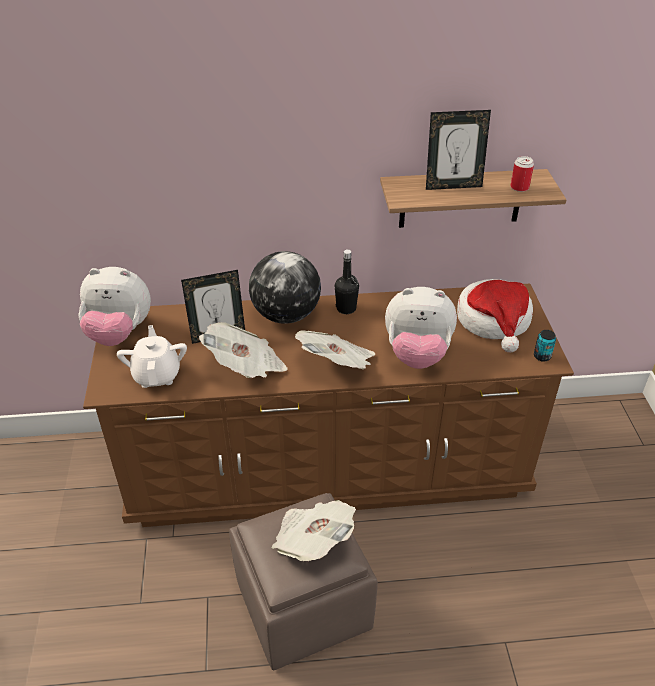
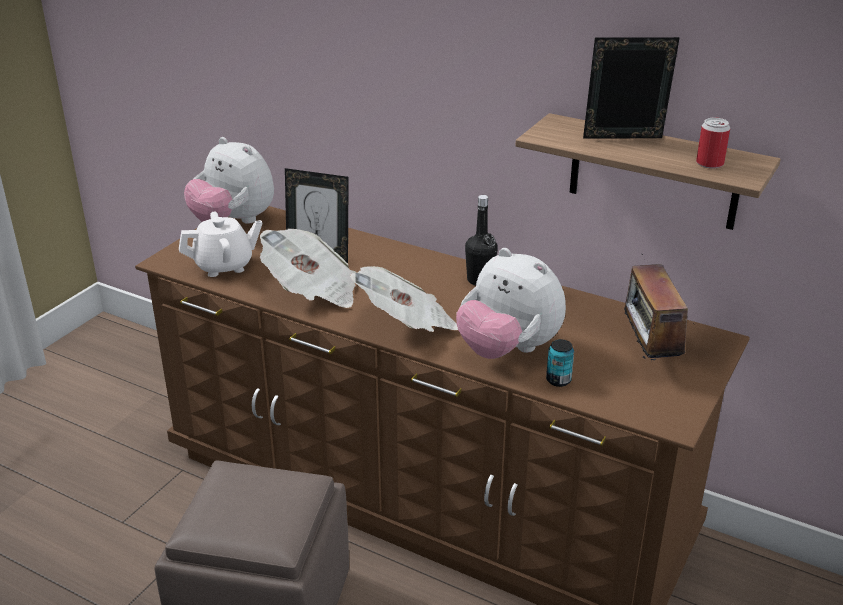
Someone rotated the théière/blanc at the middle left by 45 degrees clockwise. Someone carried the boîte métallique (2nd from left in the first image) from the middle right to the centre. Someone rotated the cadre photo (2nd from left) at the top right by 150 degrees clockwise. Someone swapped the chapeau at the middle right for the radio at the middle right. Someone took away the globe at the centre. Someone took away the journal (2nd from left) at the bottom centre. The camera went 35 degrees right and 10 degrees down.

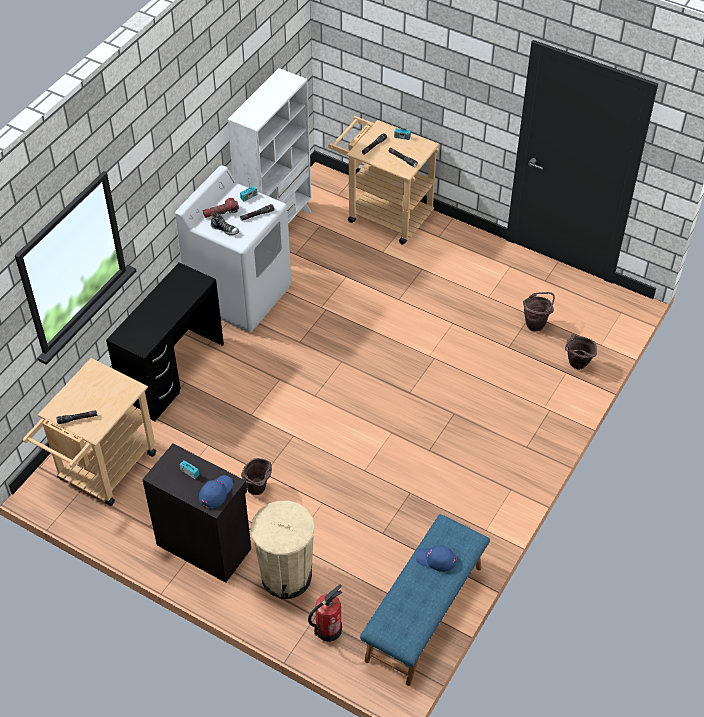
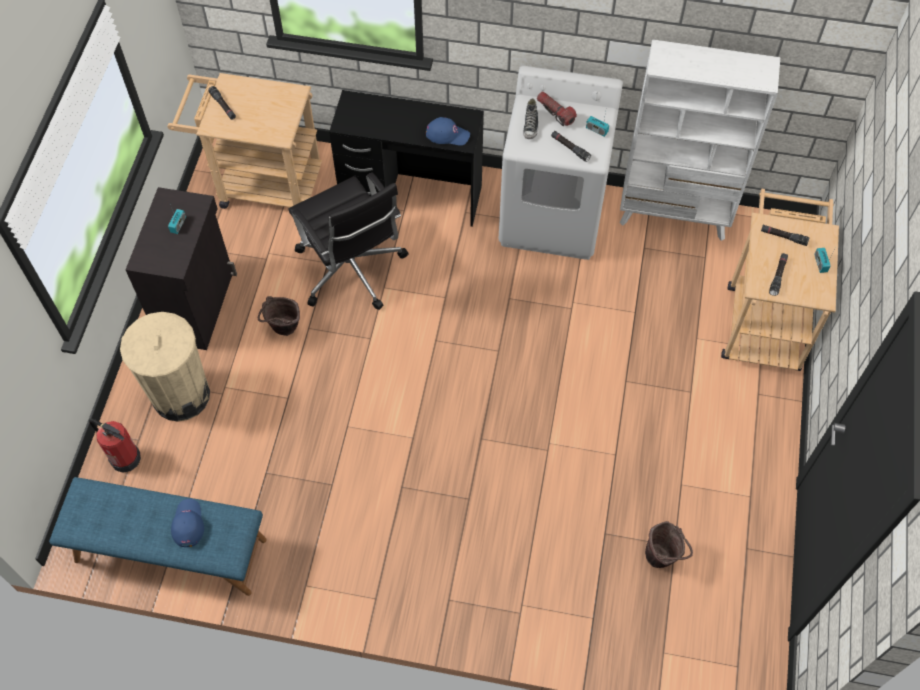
Someone put down the chaise de bureau/noir at the centre. Someone carried the casquette/bleu (1st from left in the first image) from the bottom left to the top centre. Someone took away the seau/marron (3rd from left) at the middle right. The camera went 70 degrees right and 10 degrees up.

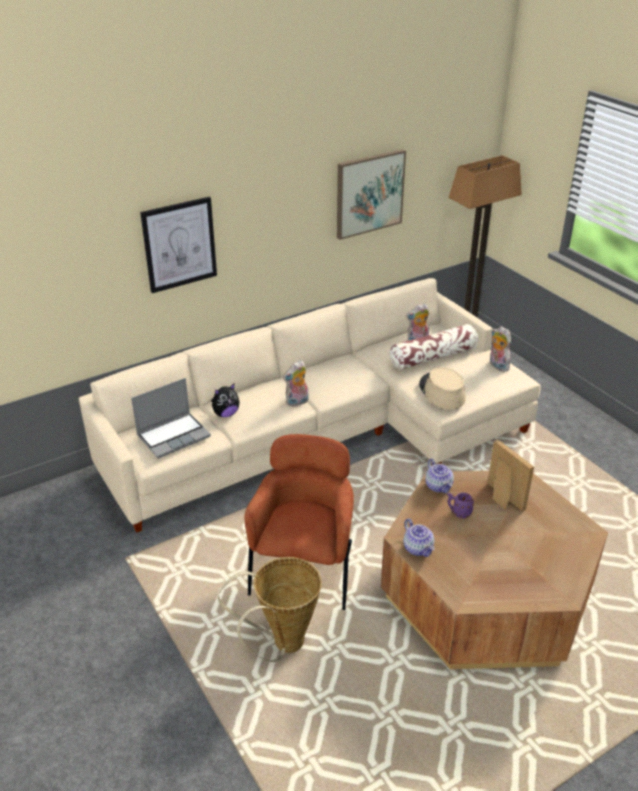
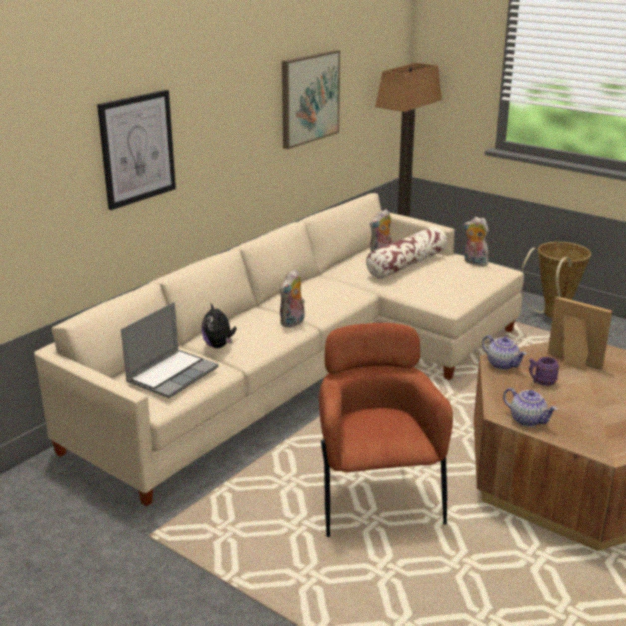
Someone rotated the peluche (1st from left) at the centre by 120 degrees clockwise. Someone carried the panier from the bottom centre to the middle right. Someone took away the chapeau/beige at the middle right. The camera went 20 degrees left and 10 degrees down.

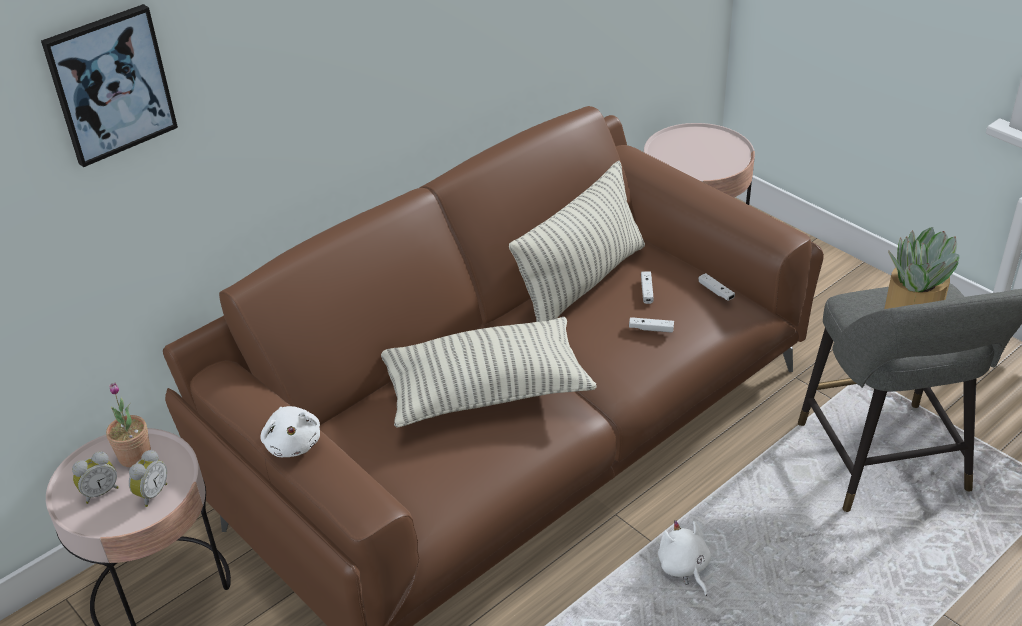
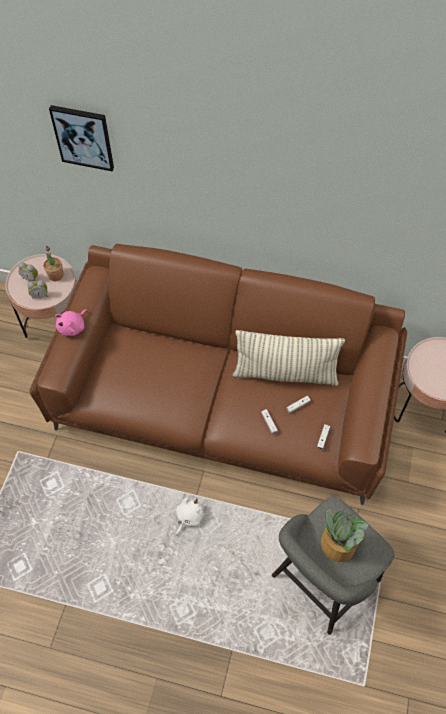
Someone repainted the peluche/blanc (1st from left) at the bottom left, which became the peluche/rose at the middle left. Someone took away the coussin (1st from left) at the centre. The camera went 55 degrees right and 20 degrees up.

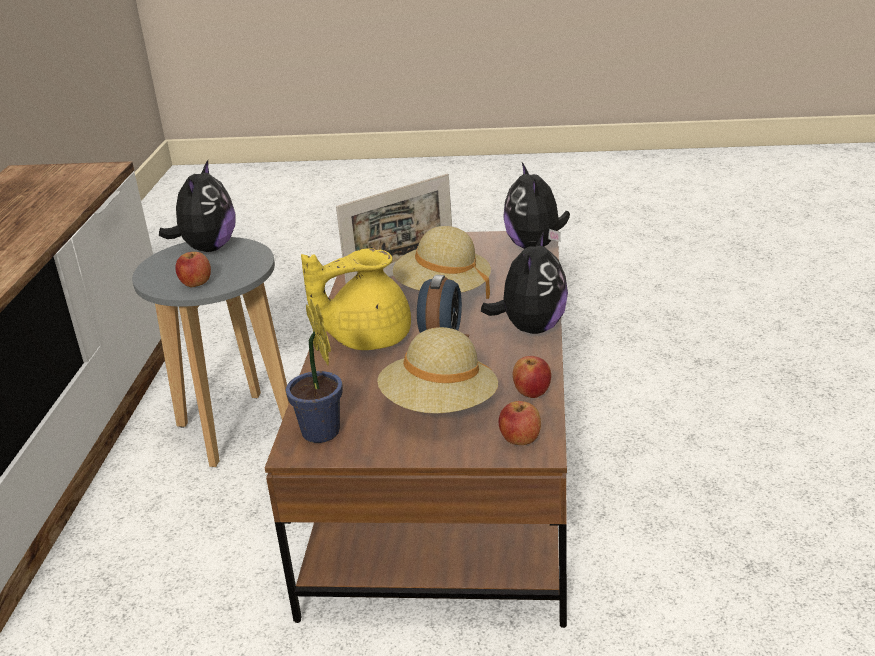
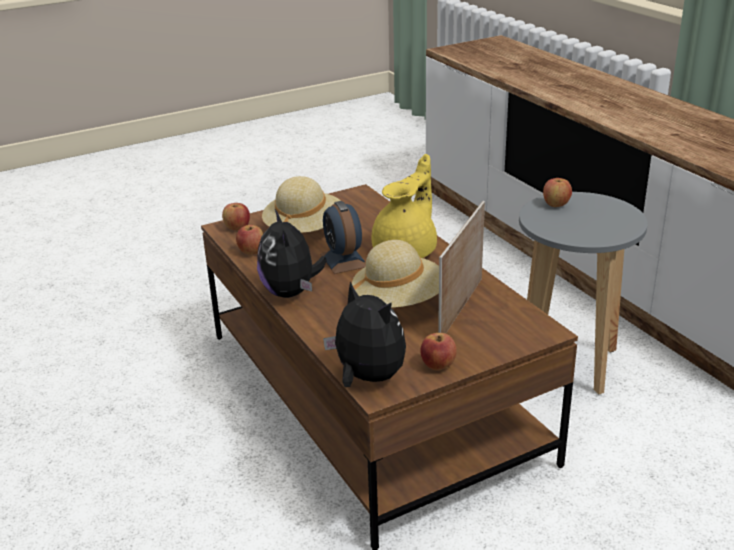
Someone put down the pomme (3rd from left) at the centre. Someone took away the peluche (1st from left) at the top left. Someone took away the plante en pot at the centre. The camera went 145 degrees right and 0 degrees up.

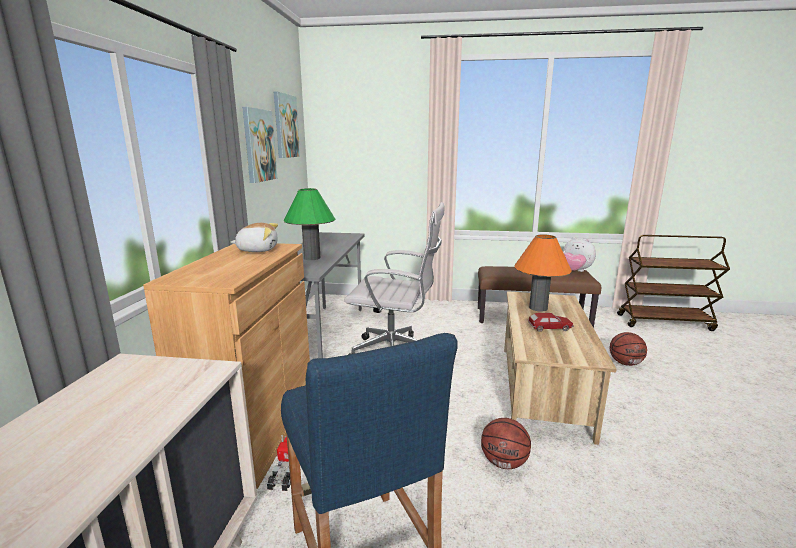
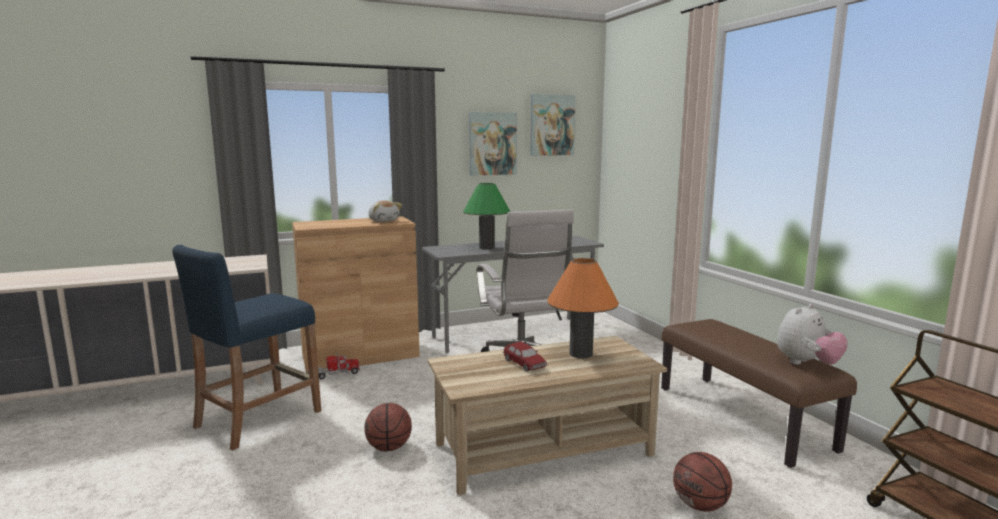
Someone rotated the peluche (2nd from left) at the middle right by 135 degrees counterclockwise. The camera went 60 degrees right and 5 degrees down.

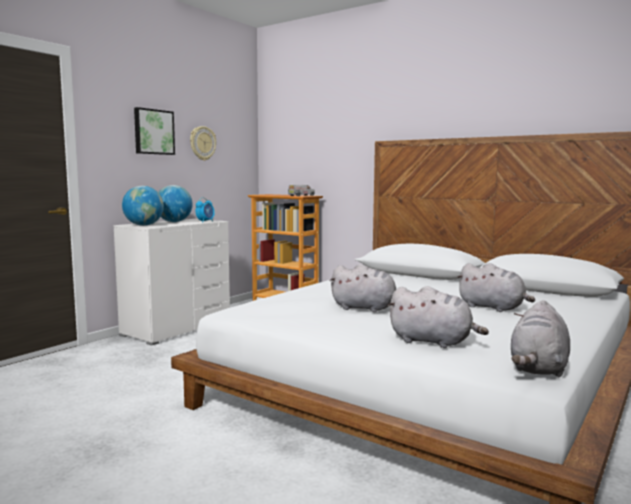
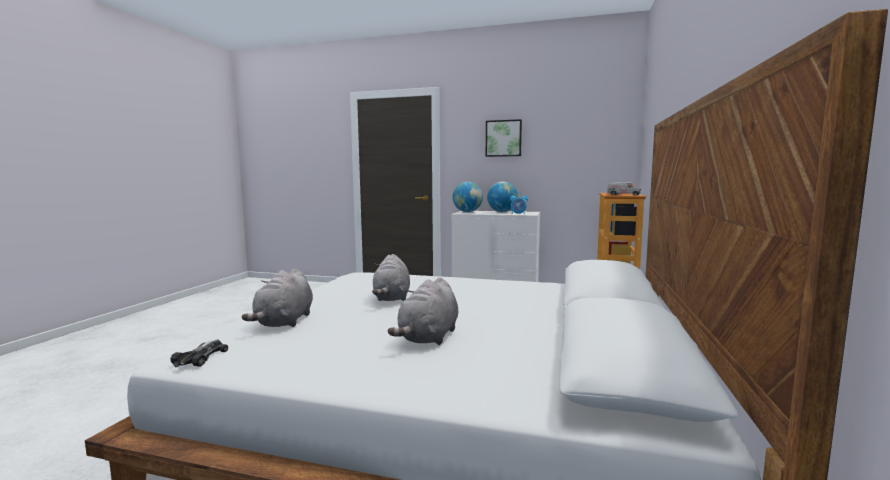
Someone swapped the peluche/gris (4th from left) at the bottom right for the petite voiture at the bottom left. Someone took away the horloge murale at the top left. The camera went 70 degrees right and 0 degrees up.

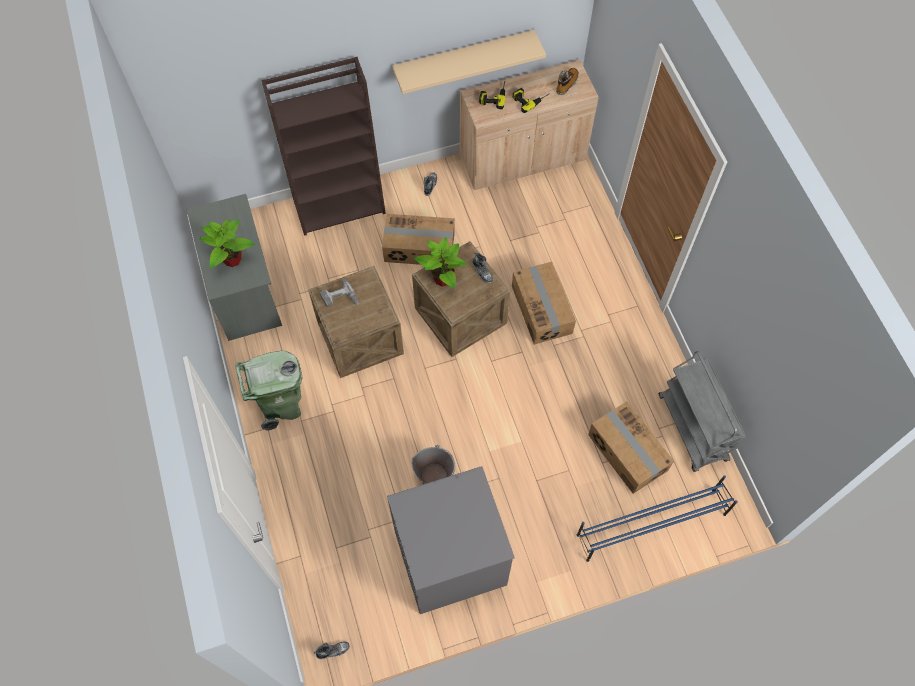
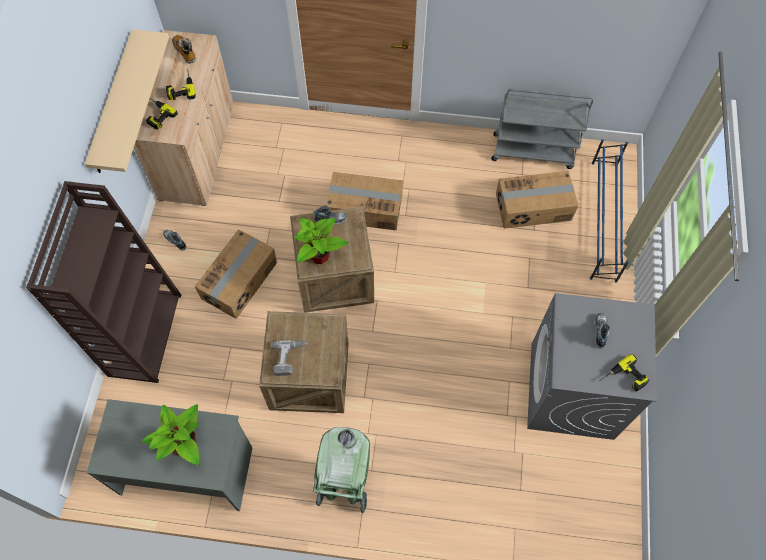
Someone carried the chaussure (1st from left in the first image) from the bottom centre to the middle right. Someone put down the perceuse (4th from left) at the middle right. Someone took away the seau/gris at the bottom centre. The camera went 65 degrees left and 0 degrees up.

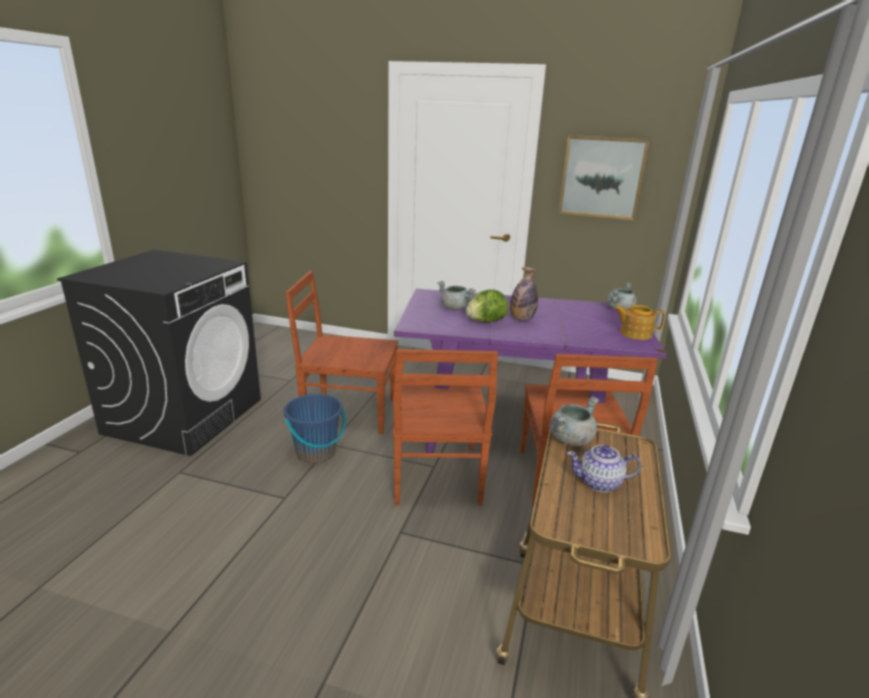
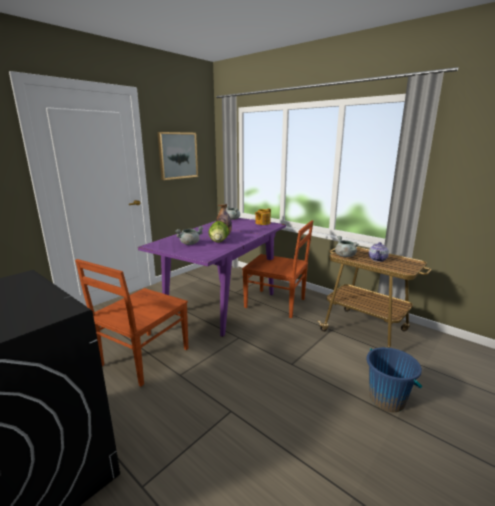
Someone carried the seau/bleu from the centre to the bottom right. Someone took away the chaise/marron (2nd from left) at the centre. The camera went 65 degrees left and 5 degrees down.

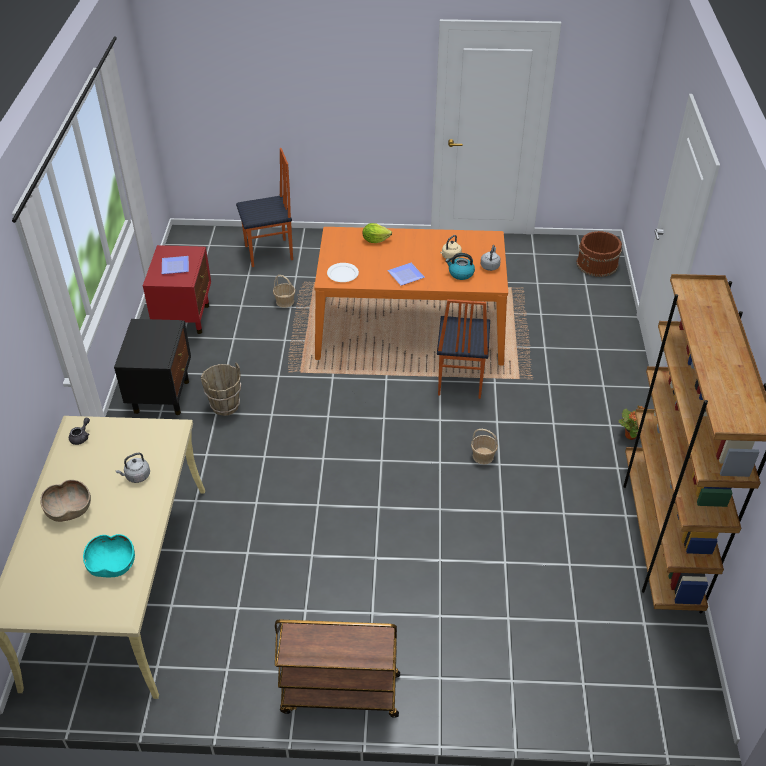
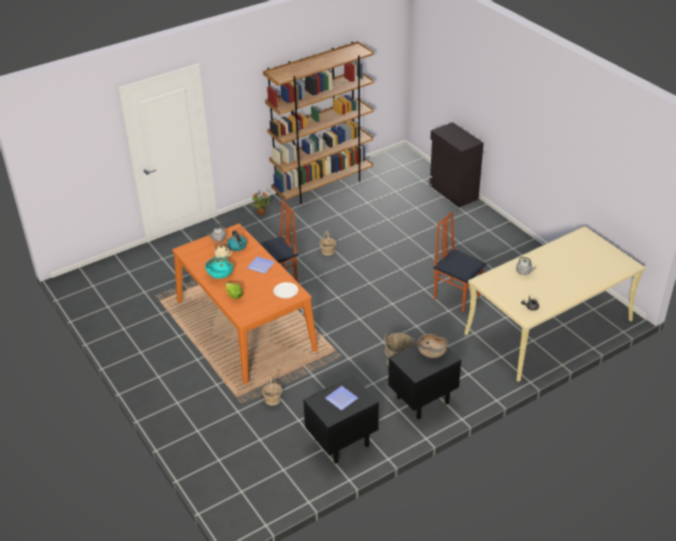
Someone carried the bol/turquoise from the bottom left to the middle left. Someone repainted the table de chevet/rouge at the middle left, which became the table de chevet/noir (1st from left) at the bottom centre. Someone carried the bol/marron from the middle left to the centre. Someone put down the meuble de rangement/noir at the top right. Someone carried the chaise (1st from left in the first image) from the top centre to the middle right. Someone took away the chariot/marron at the bottom centre. Someone took away the seau/marron (2nd from left) at the top right. The camera went 125 degrees left and 5 degrees down.

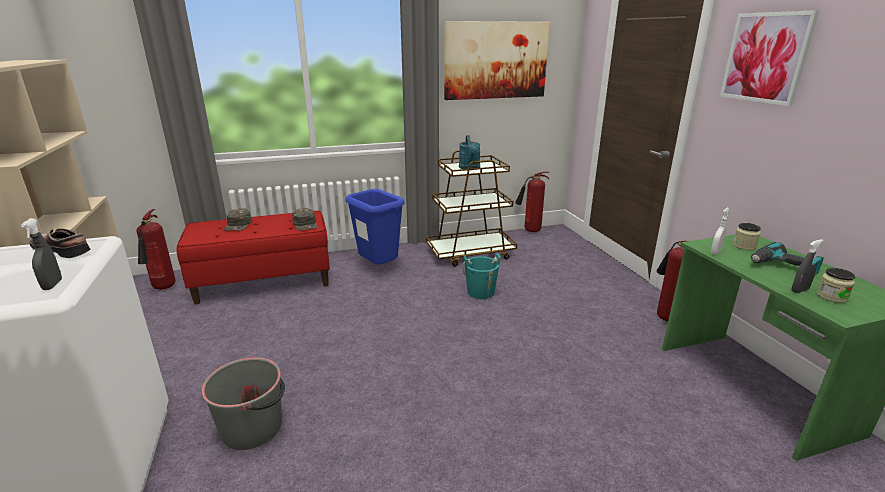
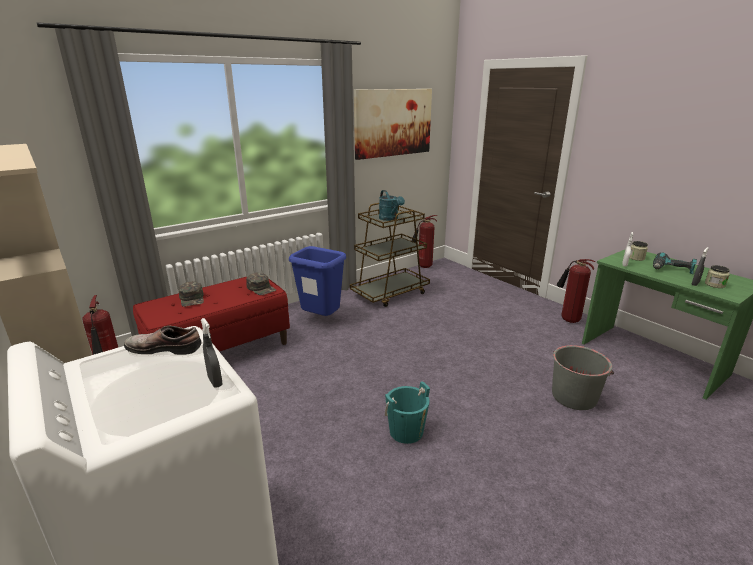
Someone carried the seau/turquoise from the centre to the bottom centre. Someone carried the seau/gris from the bottom left to the bottom right. Someone took away the tableau (2nd from left) at the top right. The camera went 20 degrees left and 0 degrees up.

